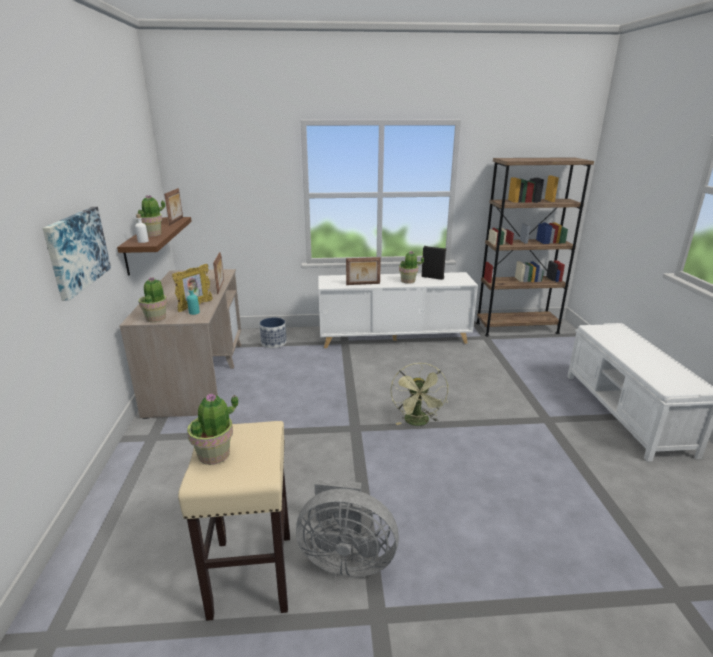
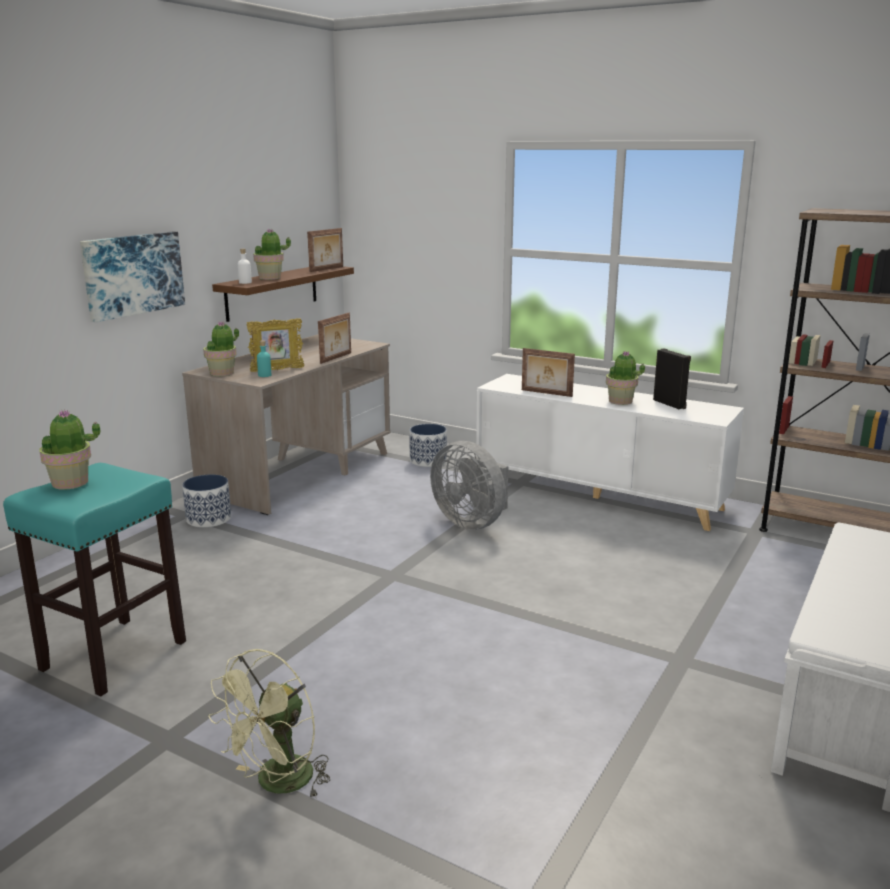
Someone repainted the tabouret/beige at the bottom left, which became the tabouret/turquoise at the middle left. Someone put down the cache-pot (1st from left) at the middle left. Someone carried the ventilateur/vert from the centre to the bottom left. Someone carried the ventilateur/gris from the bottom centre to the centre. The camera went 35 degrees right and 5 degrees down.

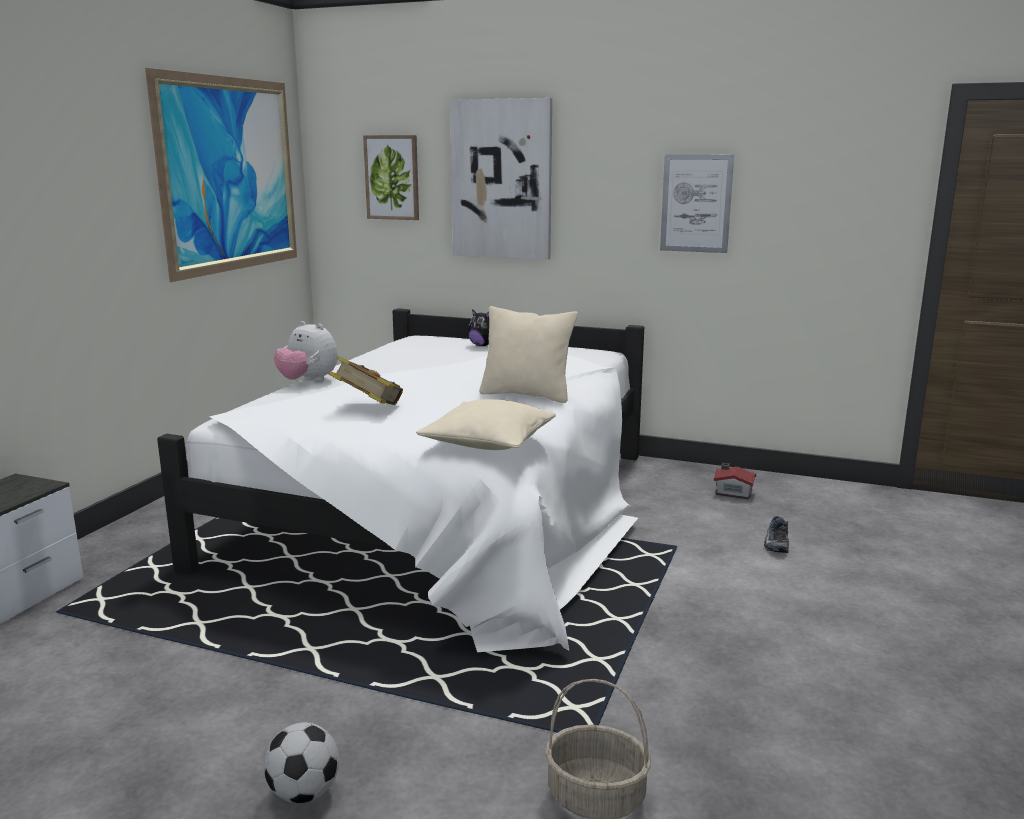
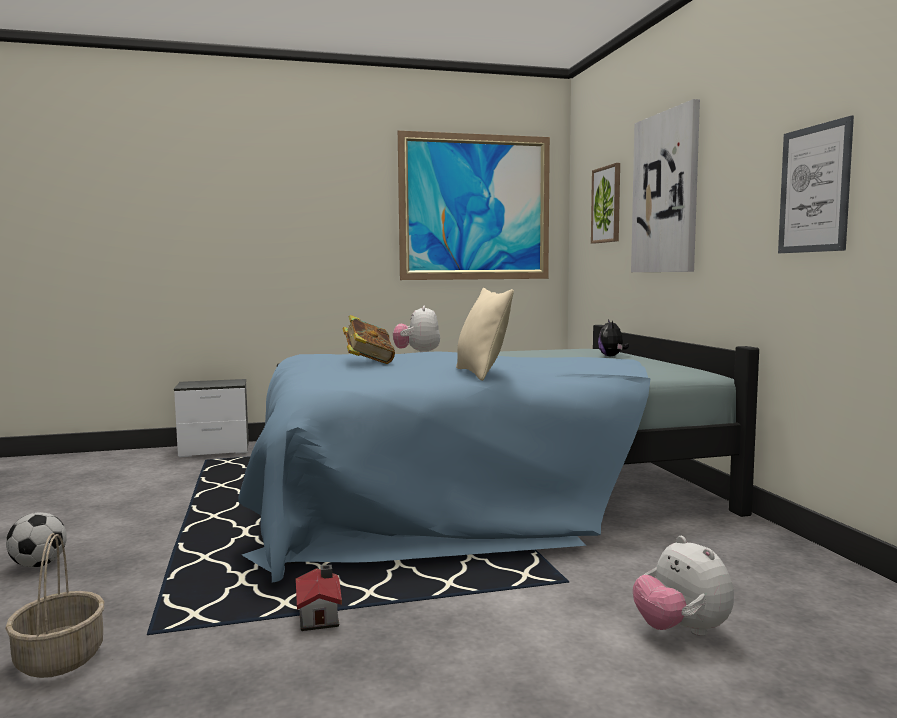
Someone repainted the lit/blanc at the centre, which became the lit/bleu at the centre. Someone carried the maison miniature from the middle right to the bottom centre. Someone swapped the chaussure at the middle right for the peluche (3rd from left) at the bottom right. Someone took away the coussin/beige (1st from left) at the centre. The camera went 55 degrees right and 10 degrees down.

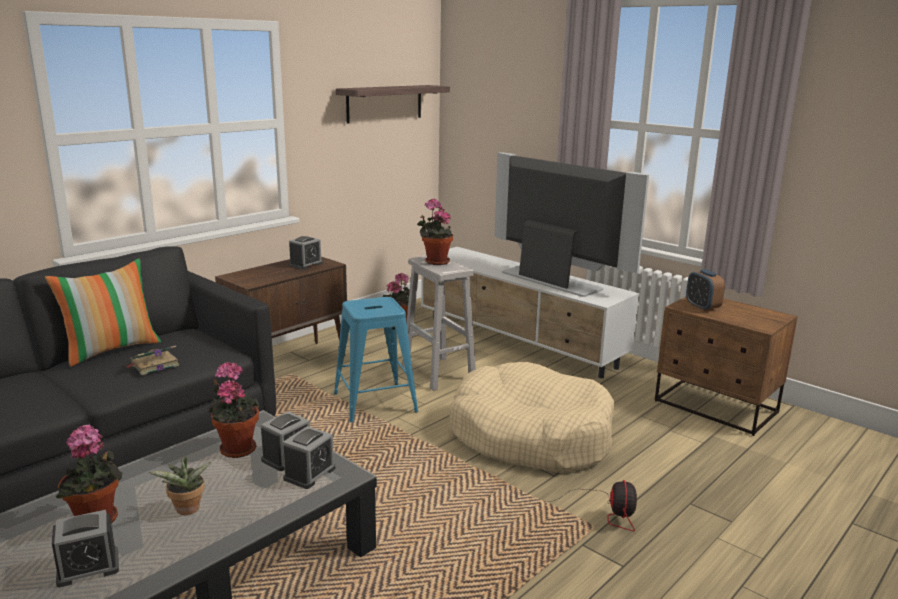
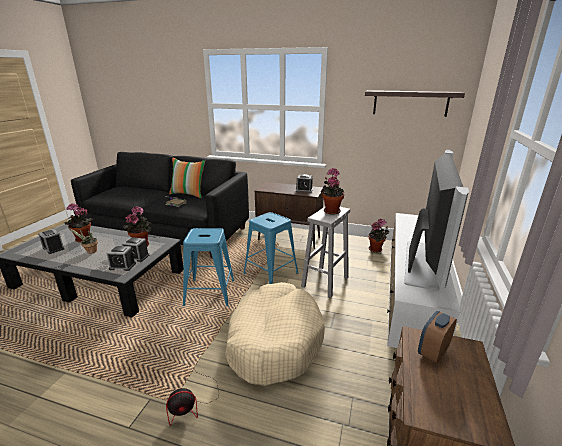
Someone put down the tabouret/bleu (1st from left) at the centre. The camera went 65 degrees right and 5 degrees up.

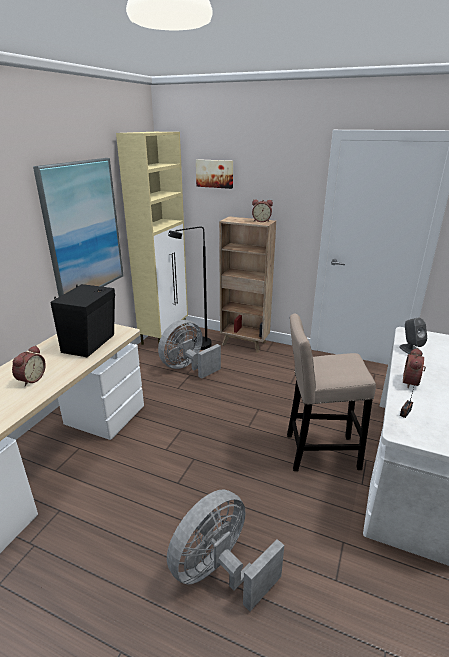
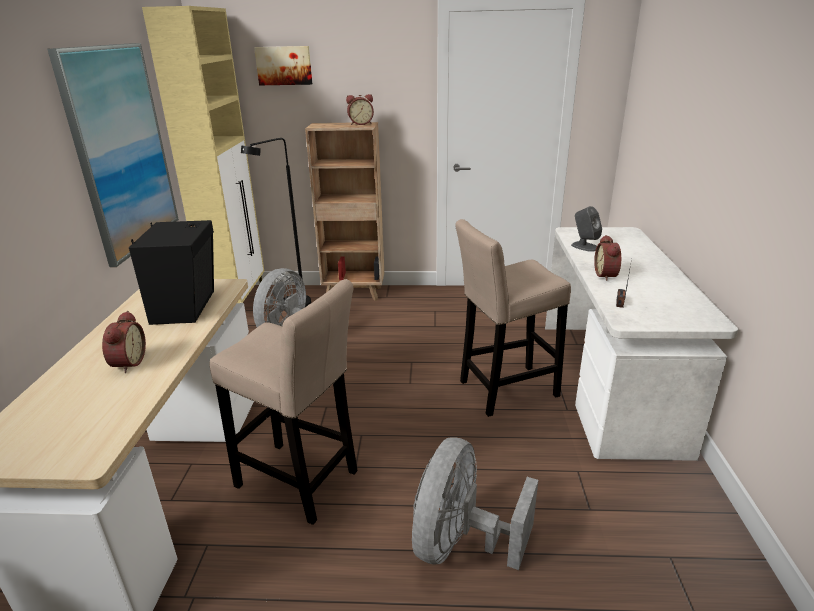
Someone put down the tabouret/beige (1st from left) at the centre. The camera went 20 degrees left and 0 degrees up.

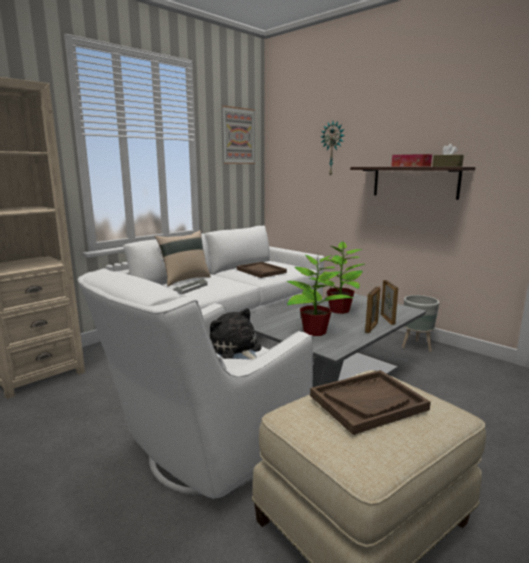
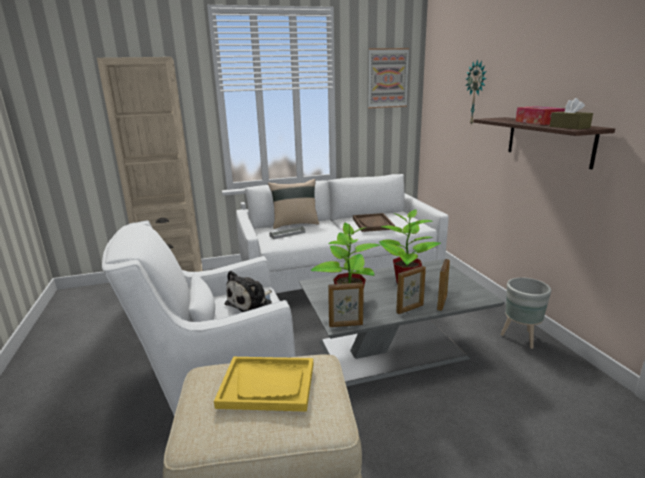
Someone repainted the plateau/marron (2nd from left) at the bottom right, which became the plateau/jaune at the bottom centre. Someone rotated the peluche at the centre by 135 degrees counterclockwise. Someone put down the cadre photo (1st from left) at the centre. The camera went 30 degrees right and 5 degrees up.

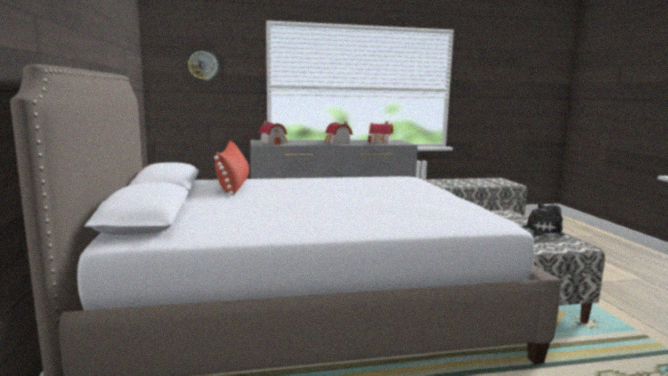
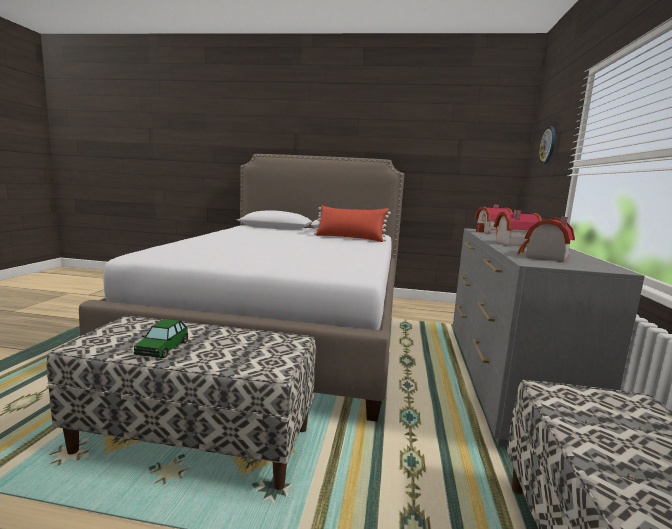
Someone swapped the peluche at the middle right for the petite voiture at the middle left. The camera went 110 degrees right and 0 degrees up.

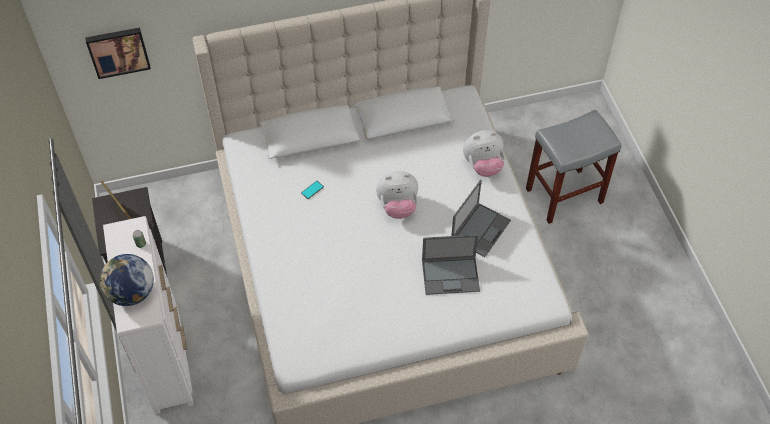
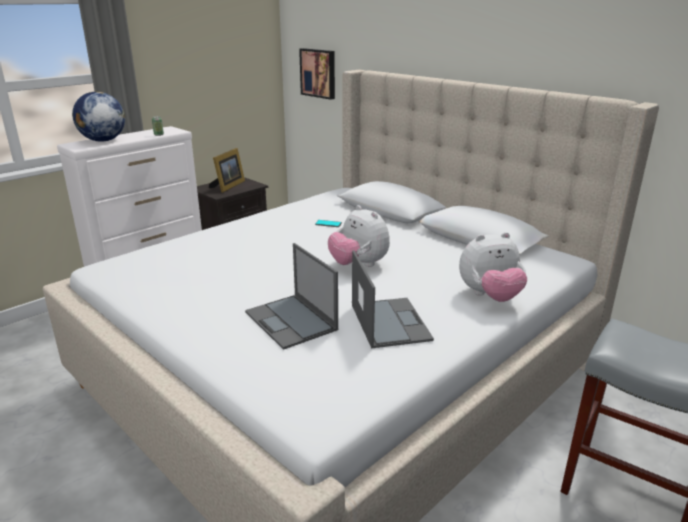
Someone rotated the ordinateur portable (2nd from left) at the centre by 105 degrees counterclockwise. Someone rotated the peluche (2nd from left) at the centre by 60 degrees counterclockwise. The camera went 60 degrees right and 30 degrees down.

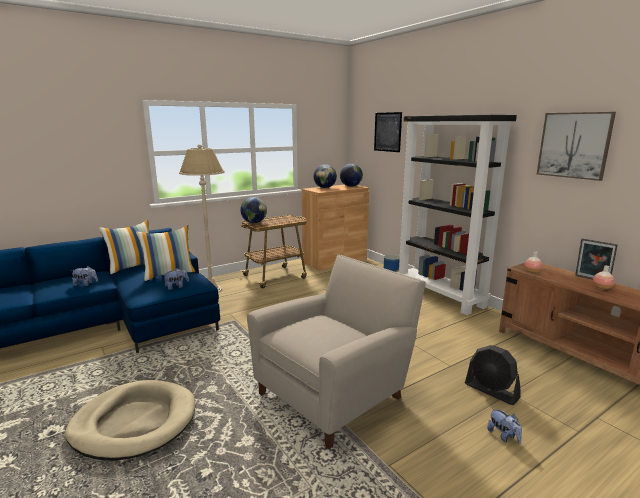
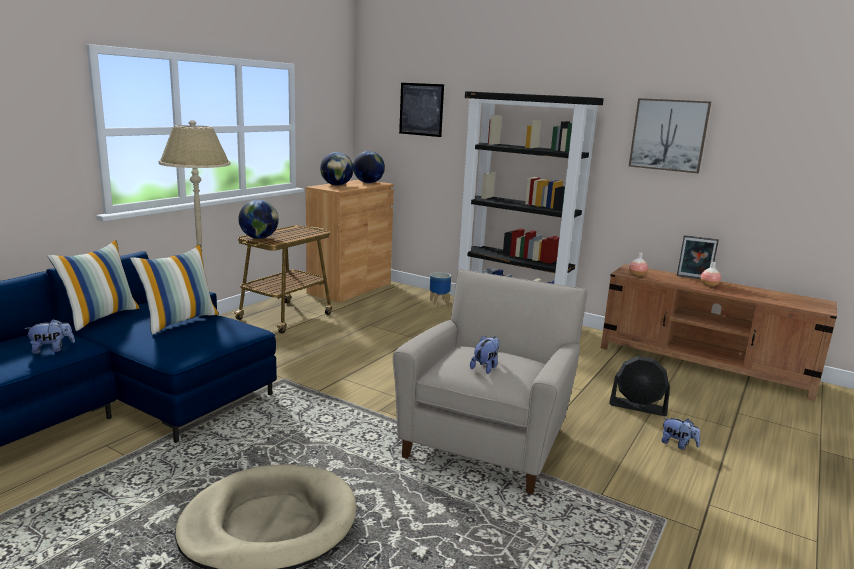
Someone carried the peluche (2nd from left) from the middle left to the centre. The camera went 25 degrees left and 0 degrees up.

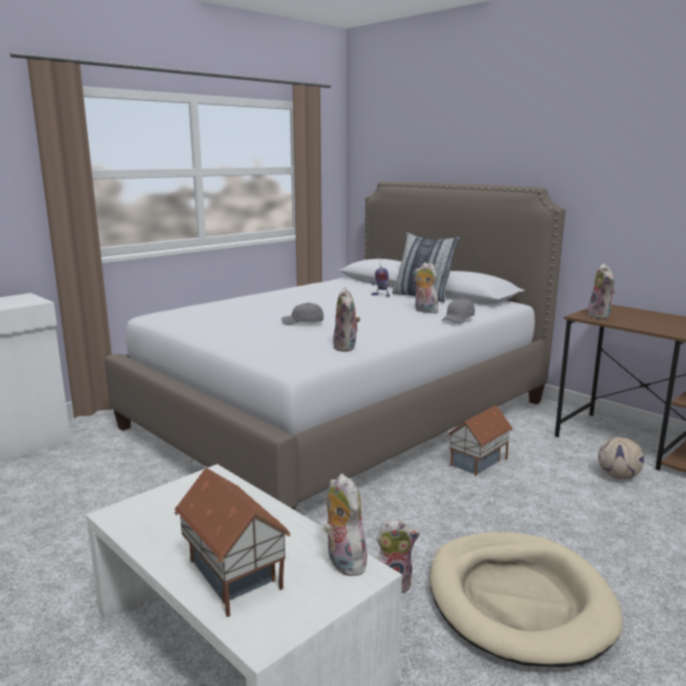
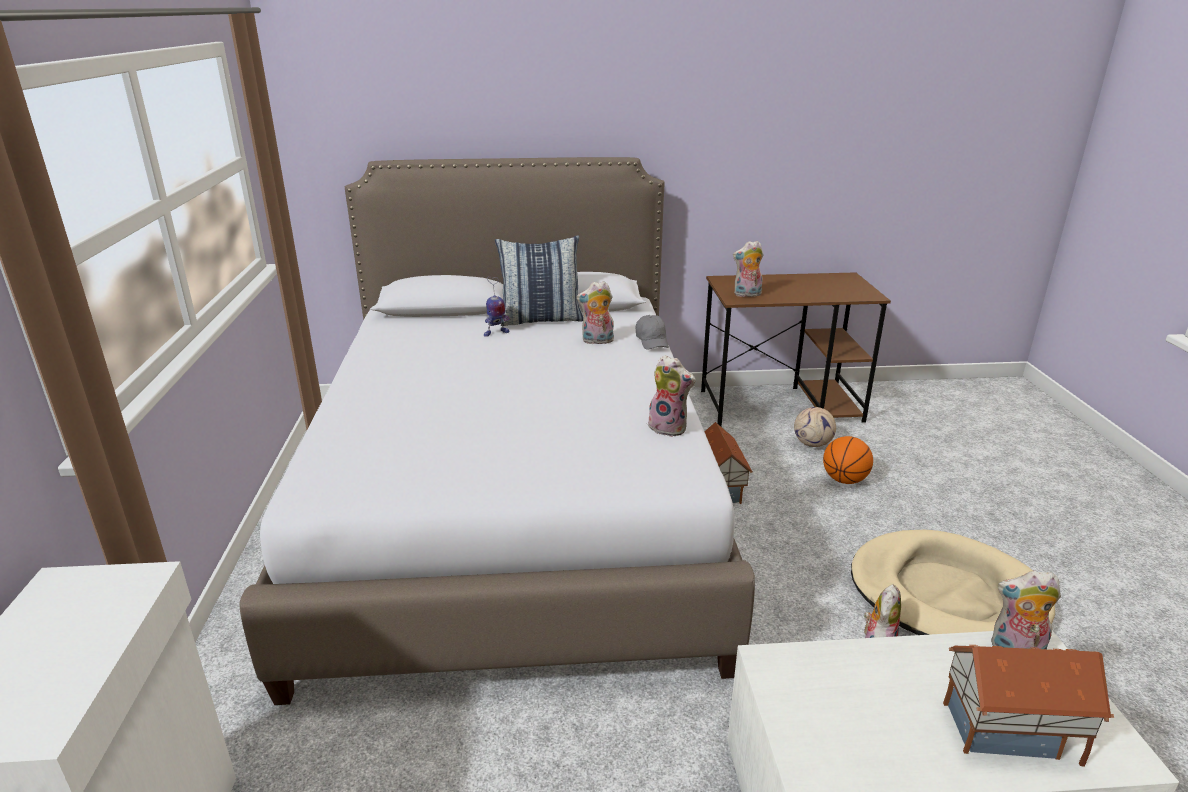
Someone rotated the peluche (5th from left in the first image) at the middle right by 135 degrees clockwise. Someone put down the ballon de basket at the middle right. Someone took away the casquette/gris (1st from left) at the centre. The camera went 50 degrees left and 10 degrees up.

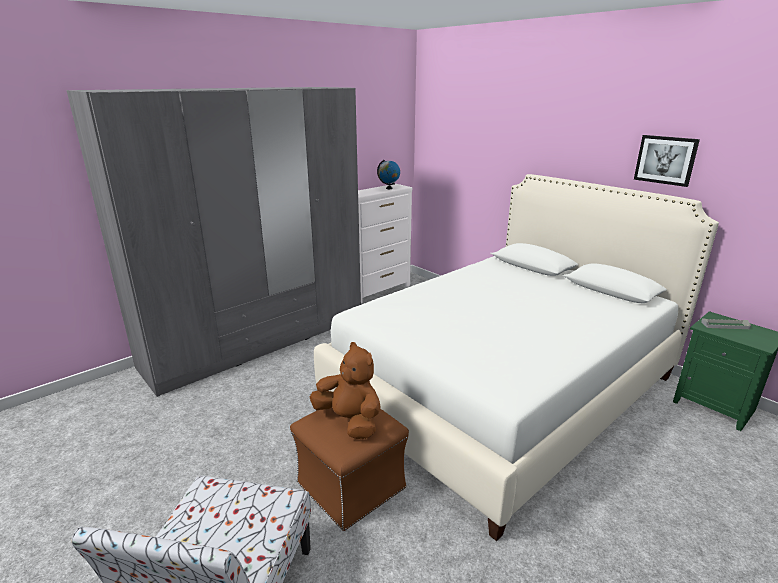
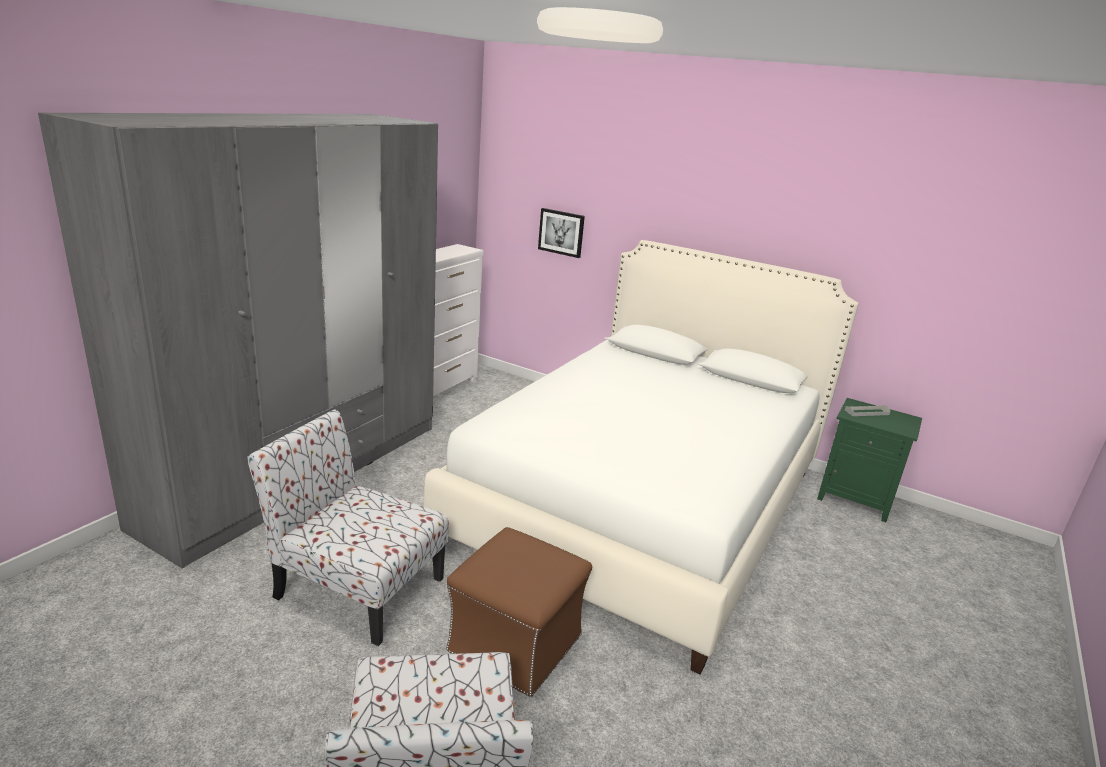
Someone put down the chaise (1st from left) at the bottom left. Someone carried the tableau from the top right to the top centre. Someone took away the peluche/marron at the bottom centre. Someone took away the globe at the top centre. The camera went 20 degrees left and 0 degrees up.

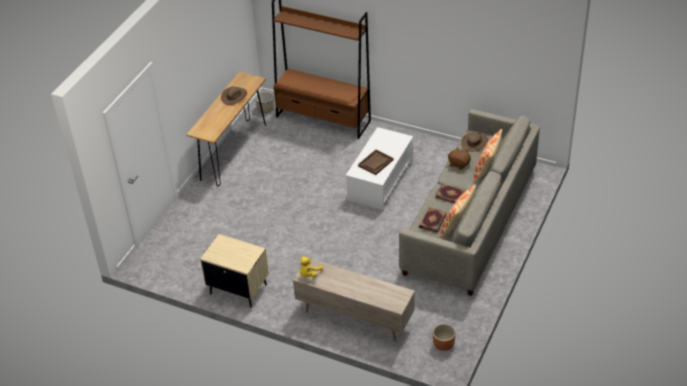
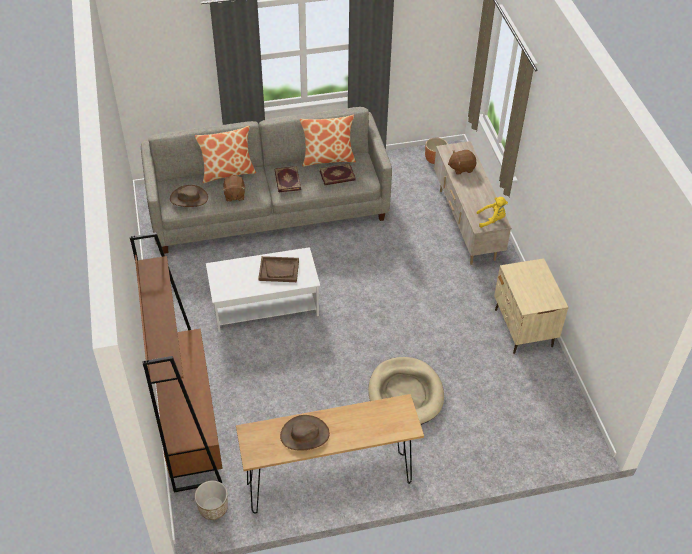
Someone put down the panier pour chien/beige at the bottom centre. Someone put down the peluche/marron (2nd from left) at the top right. The camera went 130 degrees left and 5 degrees up.

